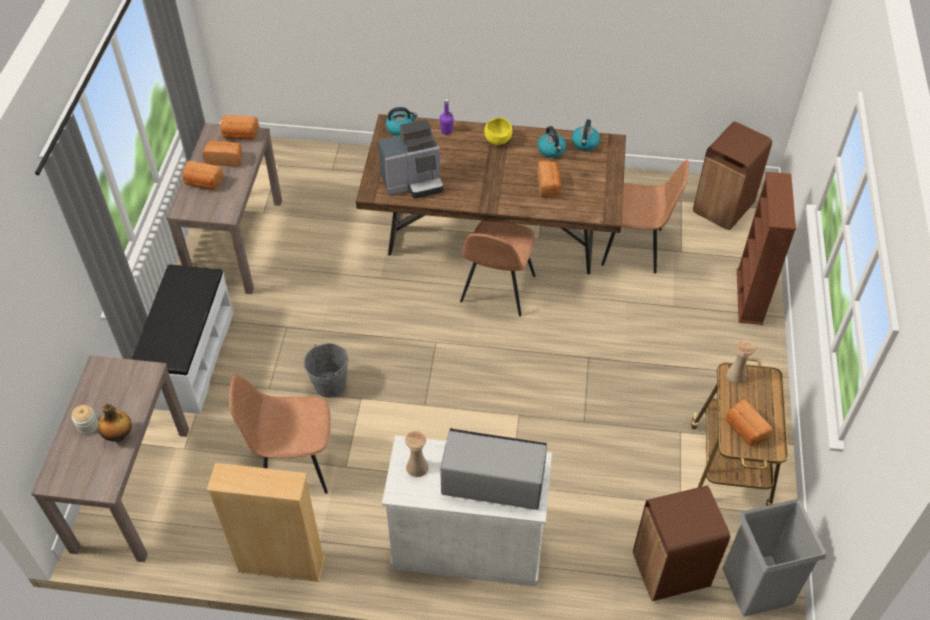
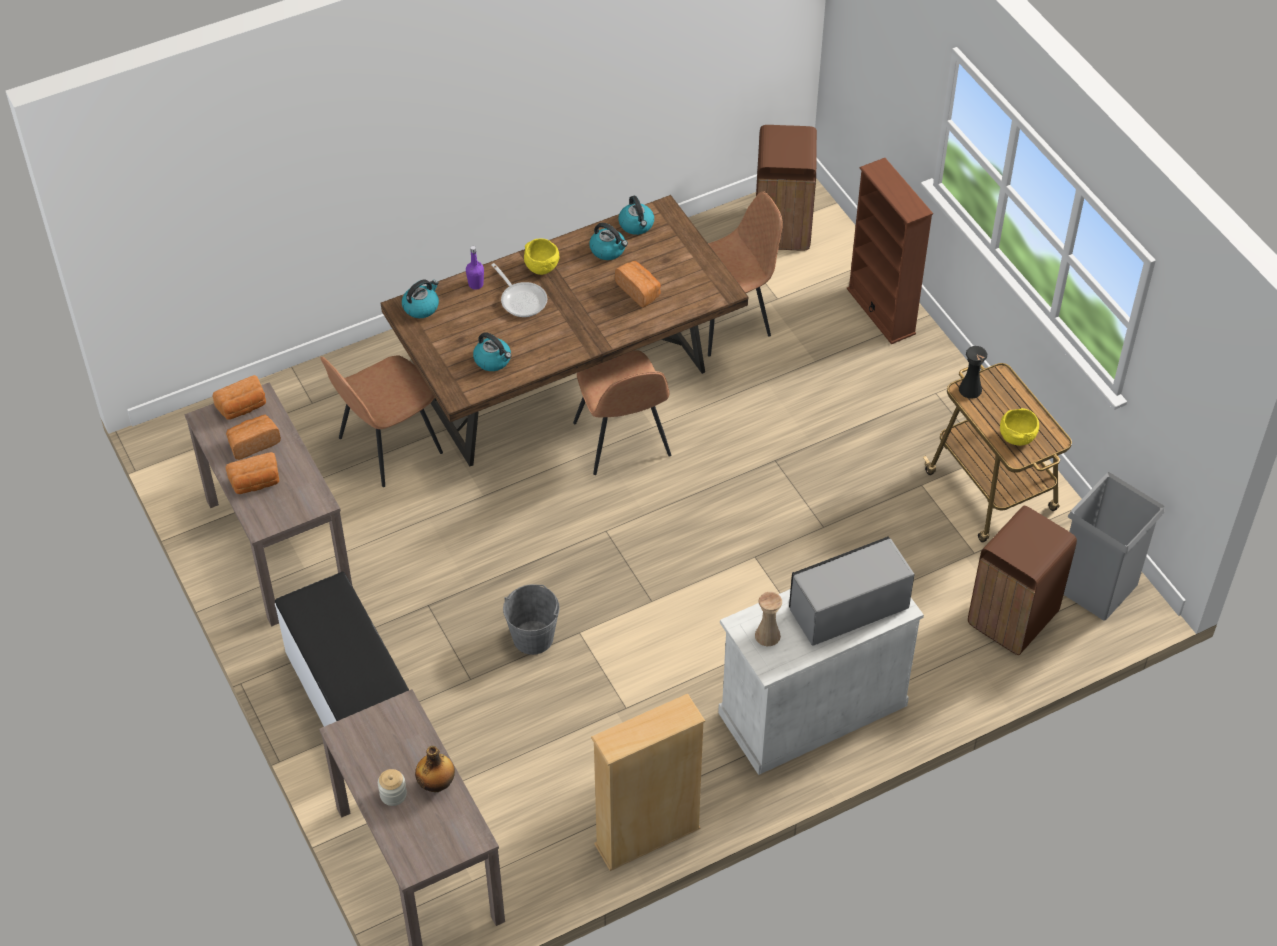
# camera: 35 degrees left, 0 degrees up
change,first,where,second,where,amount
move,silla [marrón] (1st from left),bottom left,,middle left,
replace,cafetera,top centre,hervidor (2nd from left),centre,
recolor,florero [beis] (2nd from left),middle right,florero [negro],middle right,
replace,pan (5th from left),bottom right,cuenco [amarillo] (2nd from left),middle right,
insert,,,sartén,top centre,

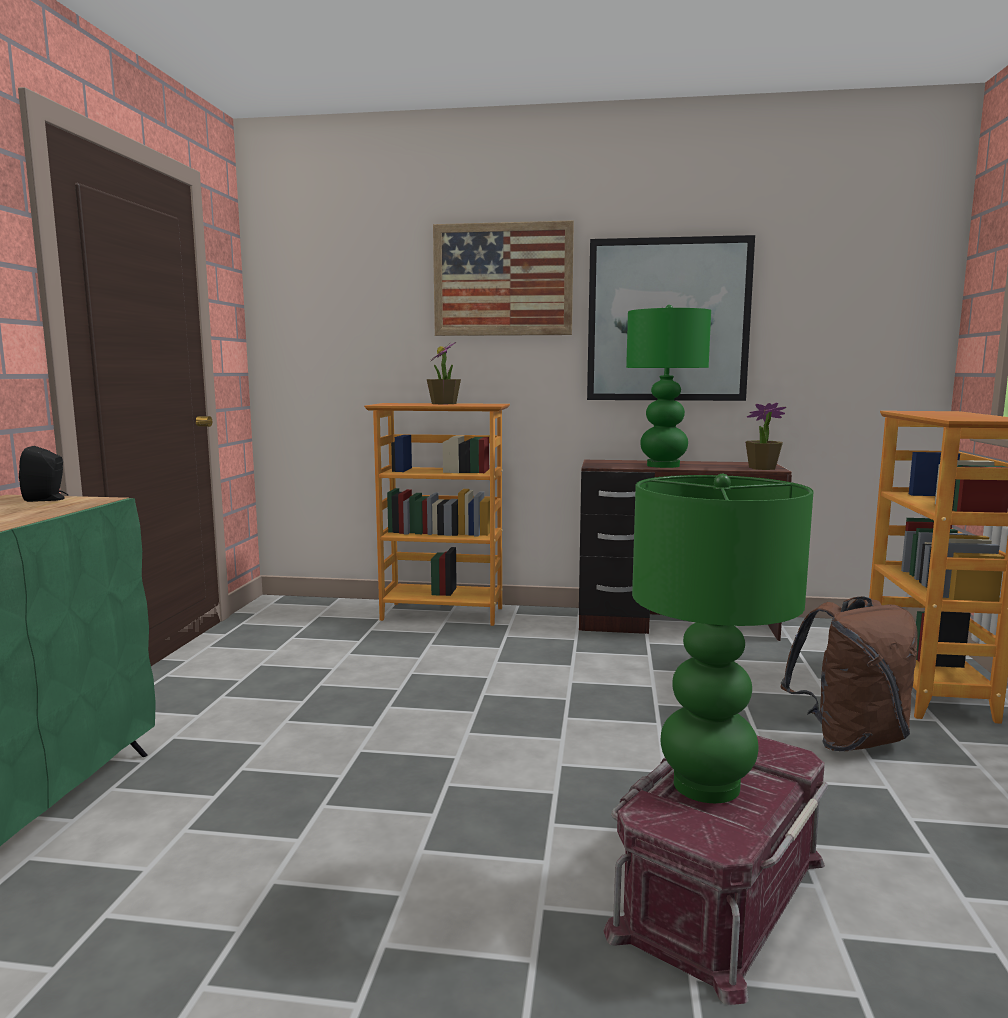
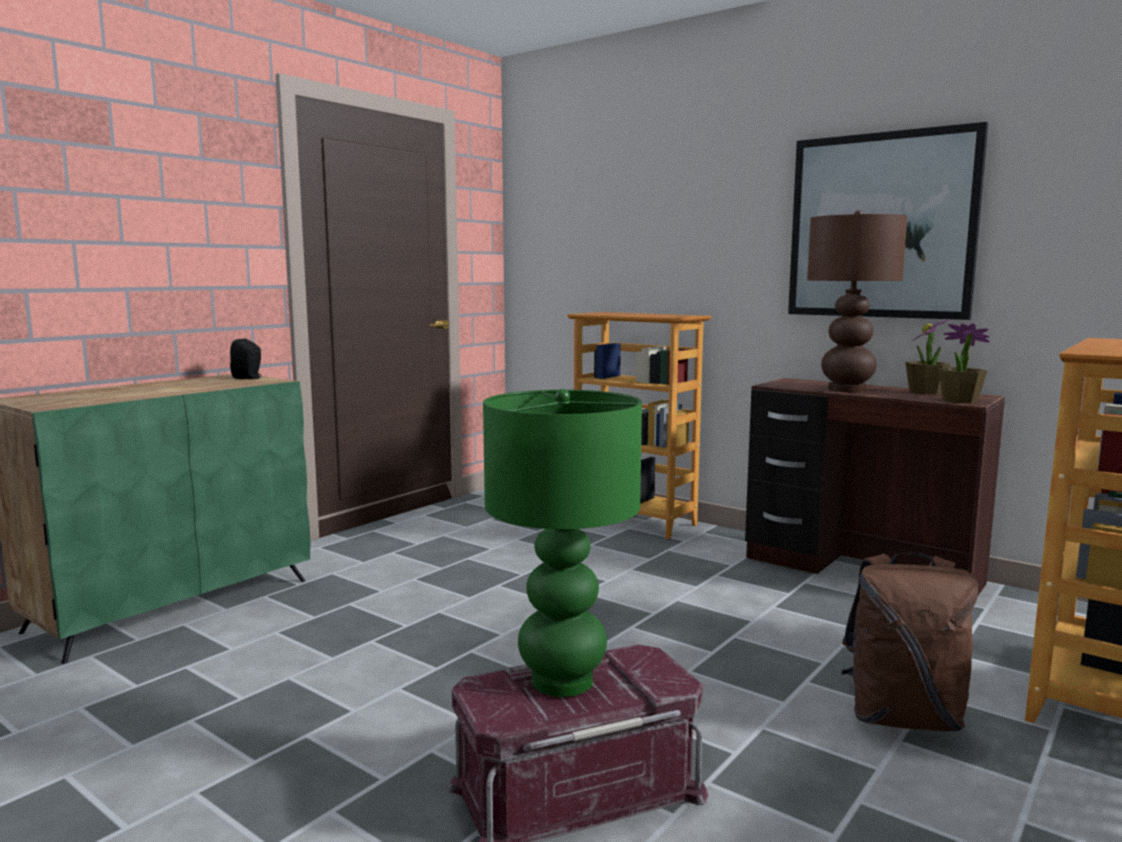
# camera: 30 degrees right, 0 degrees up
change,first,where,second,where,amount
move,planta en maceta (1st from left),centre,,middle right,
delete,cuadro (1st from left),top centre,,,
recolor,lámpara de mesa [verde] (1st from left),centre,lámpara de mesa [marrón],middle right,

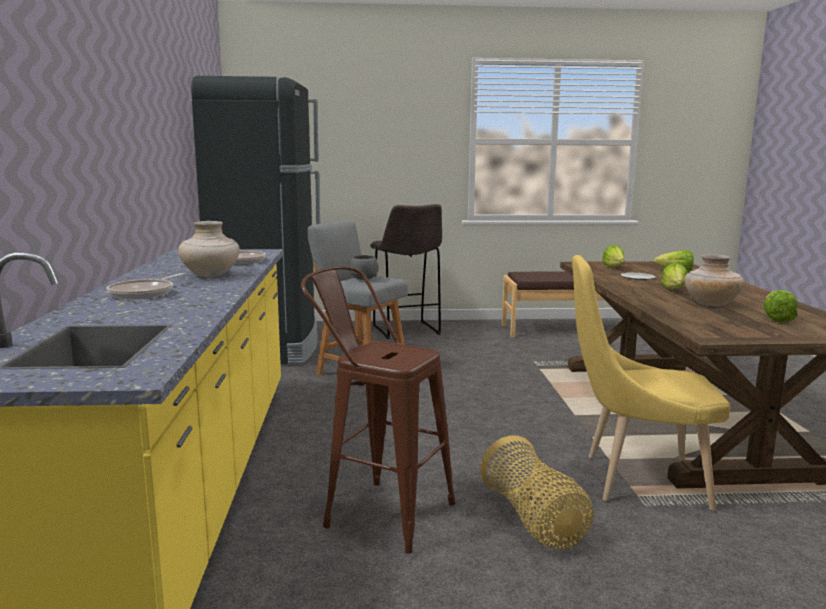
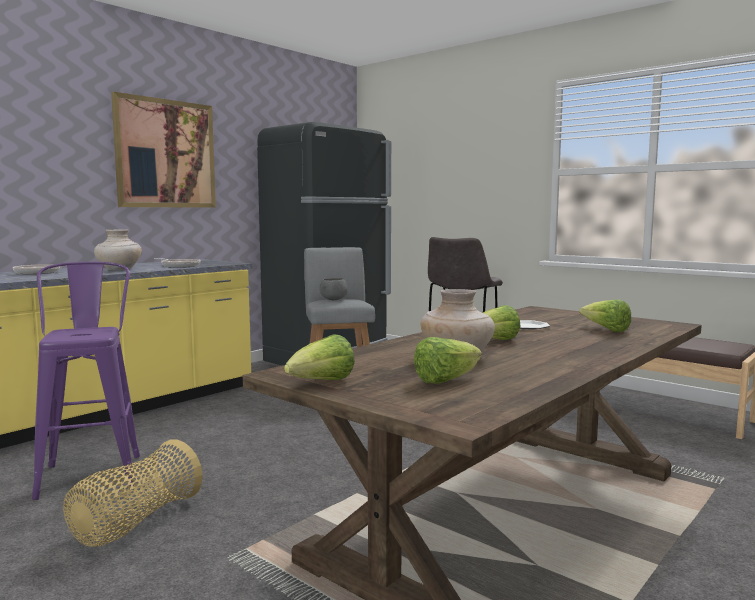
# camera: 45 degrees right, 5 degrees down
change,first,where,second,where,amount
recolor,taburete [marrón],bottom centre,taburete [morado],middle left,
delete,silla [amarillo],middle right,,,
move,lechuga (1st from left),middle right,,centre,
insert,,,cuadro,top left,

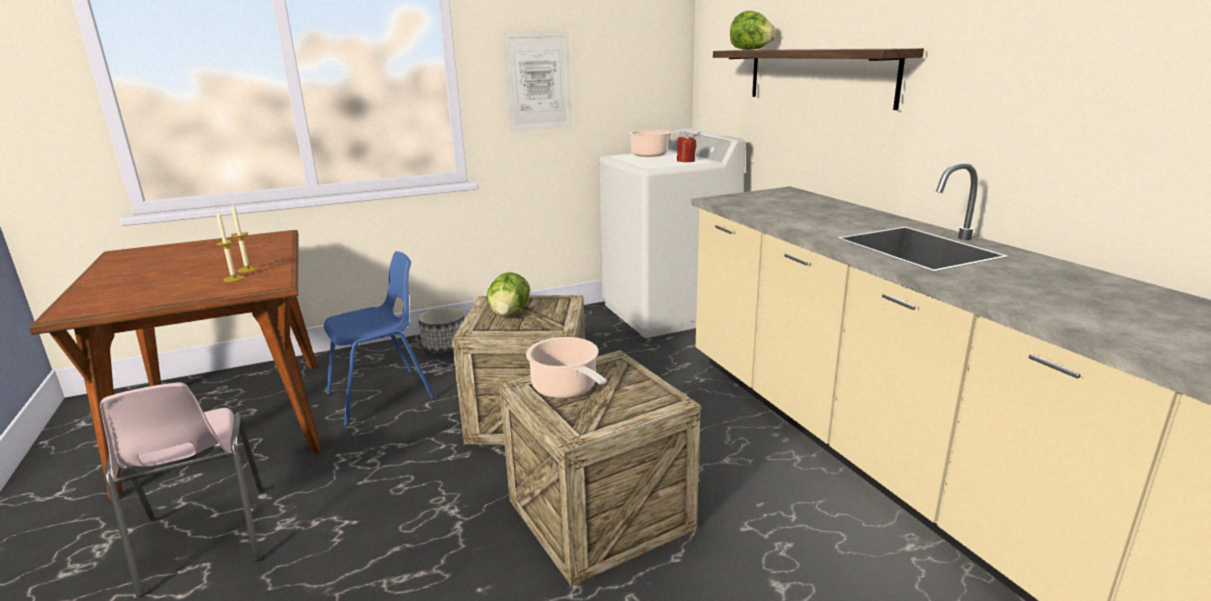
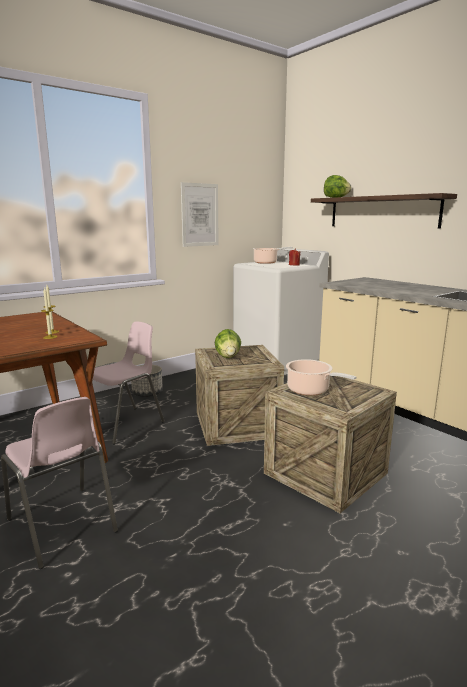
# camera: 15 degrees left, 5 degrees down
change,first,where,second,where,amount
recolor,silla [azul],middle left,silla [rosa] (2nd from left),middle left,

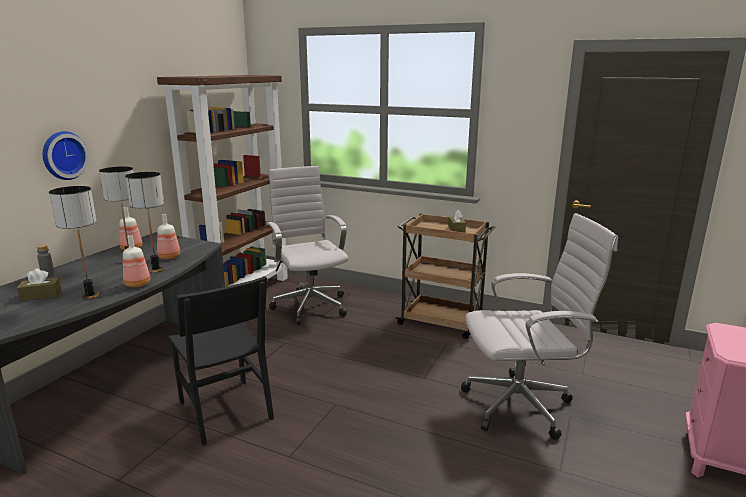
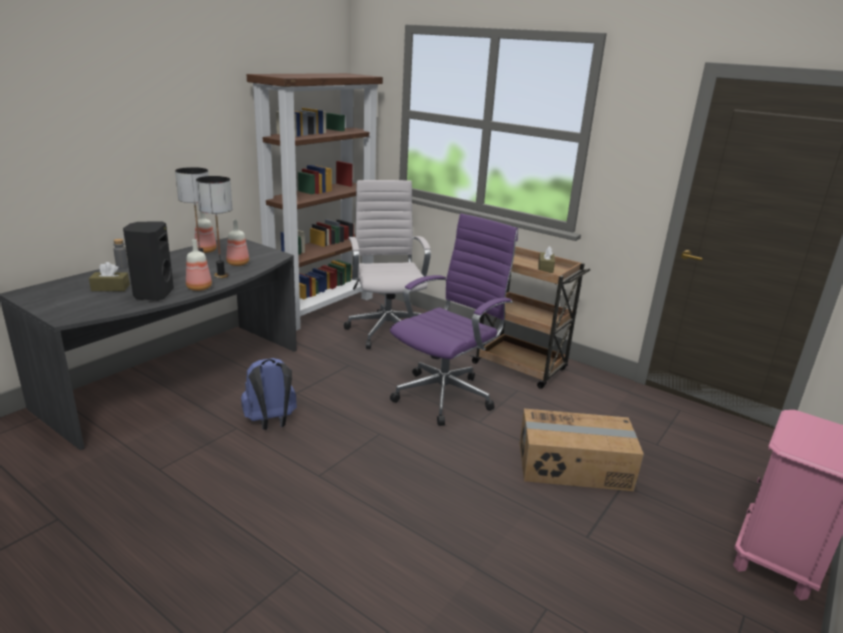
# camera: 10 degrees right, 5 degrees up
change,first,where,second,where,amount
delete,reloj de pared,top left,,,
replace,lámpara de mesa (1st from left),middle left,altavoz [negro],middle left,
replace,silla [negro],bottom left,mochila [azul],middle left,
replace,silla de oficina [blanco] (2nd from left),middle right,caja de cartón,bottom right,
insert,,,silla de oficina [morado],centre,

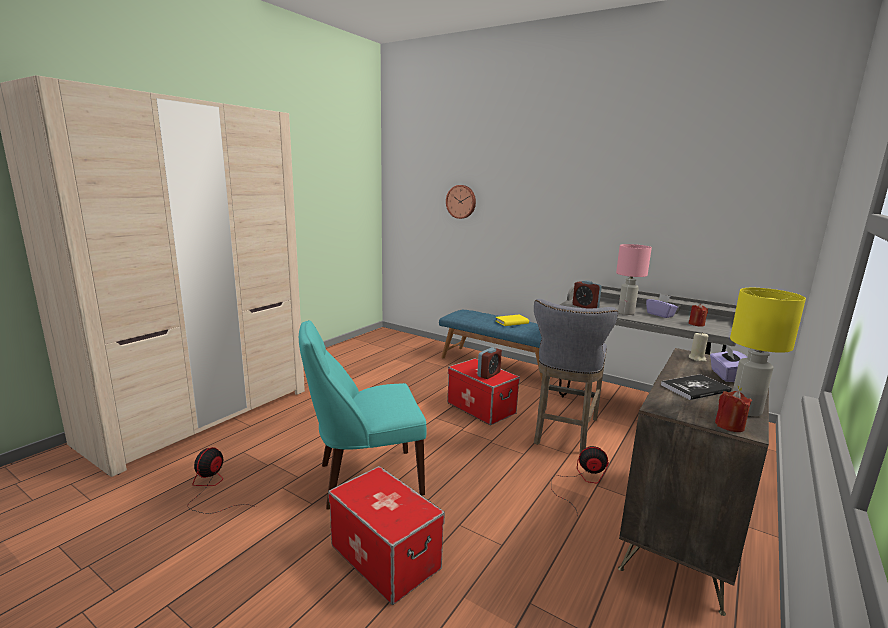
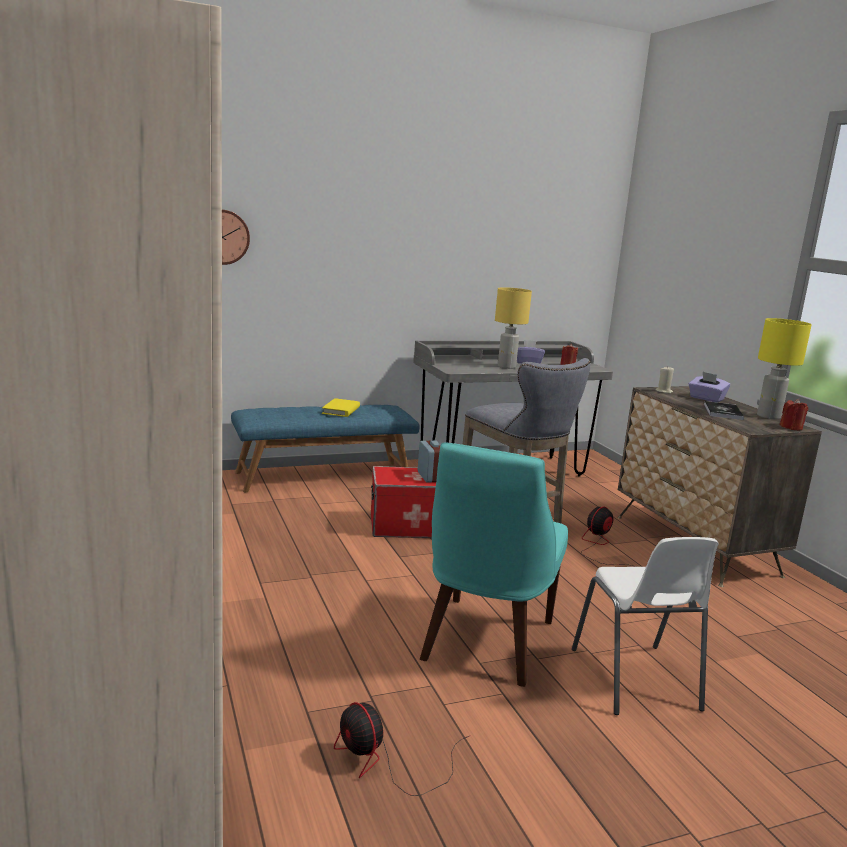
# camera: 55 degrees left, 0 degrees up
change,first,where,second,where,amount
replace,caja de almacenaje (1st from left),bottom centre,silla [blanco],bottom right,
delete,despertador (2nd from left),centre,,,
recolor,lámpara de mesa [rosa],middle right,lámpara de mesa [amarillo] (1st from left),centre,

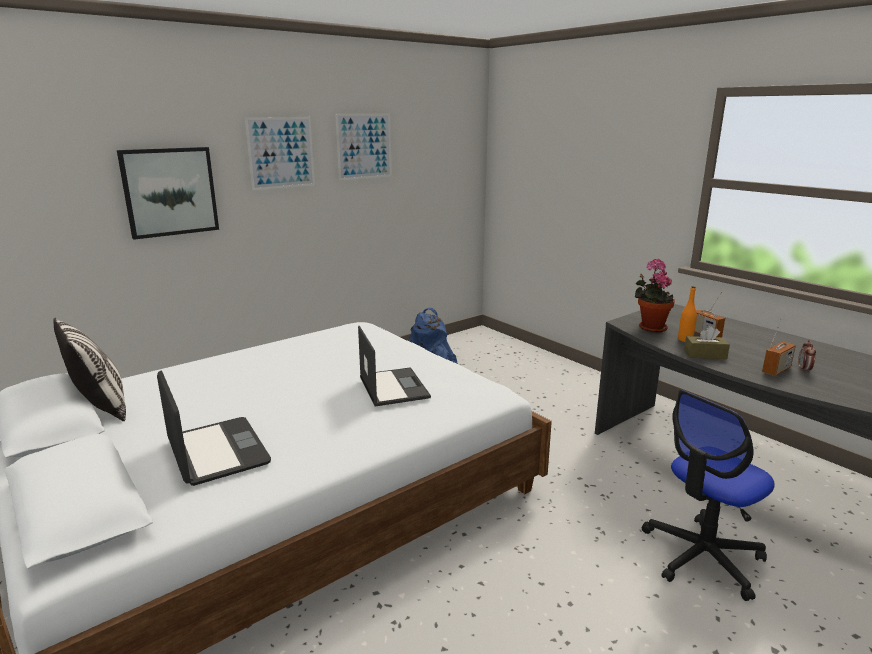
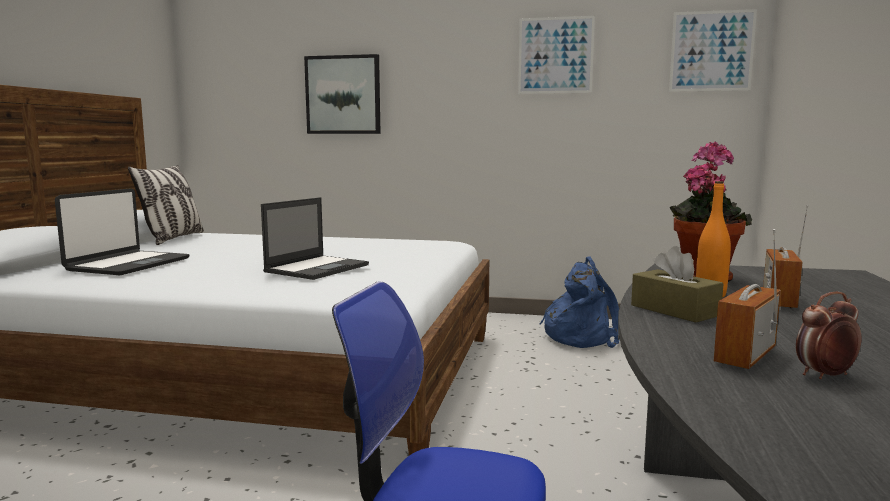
# camera: 50 degrees right, 10 degrees down
change,first,where,second,where,amount
move,cuadro (2nd from left in the first image),top left,cuadro (3rd from left),top right,
rotate,radio (2nd from left in the first image),middle right,radio (1st from left),middle right,120 degrees clockwise

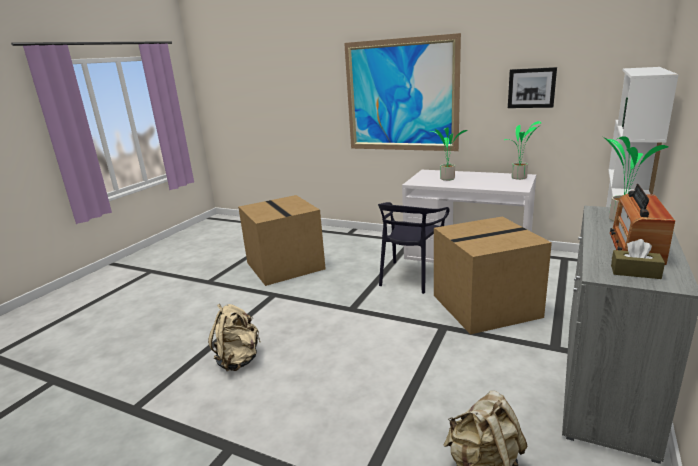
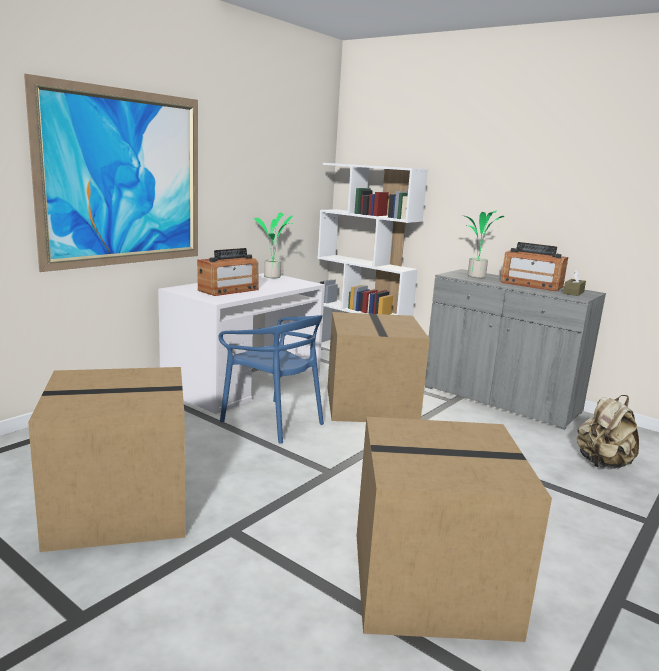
# camera: 80 degrees left, 5 degrees down
change,first,where,second,where,amount
replace,mochila [beis] (1st from left),bottom centre,caja de cartón (3rd from left),bottom right,
recolor,silla [negro],centre,silla [azul],centre,
replace,planta en maceta (1st from left),top centre,radio (1st from left),centre,
delete,cuadro (2nd from left),top right,,,

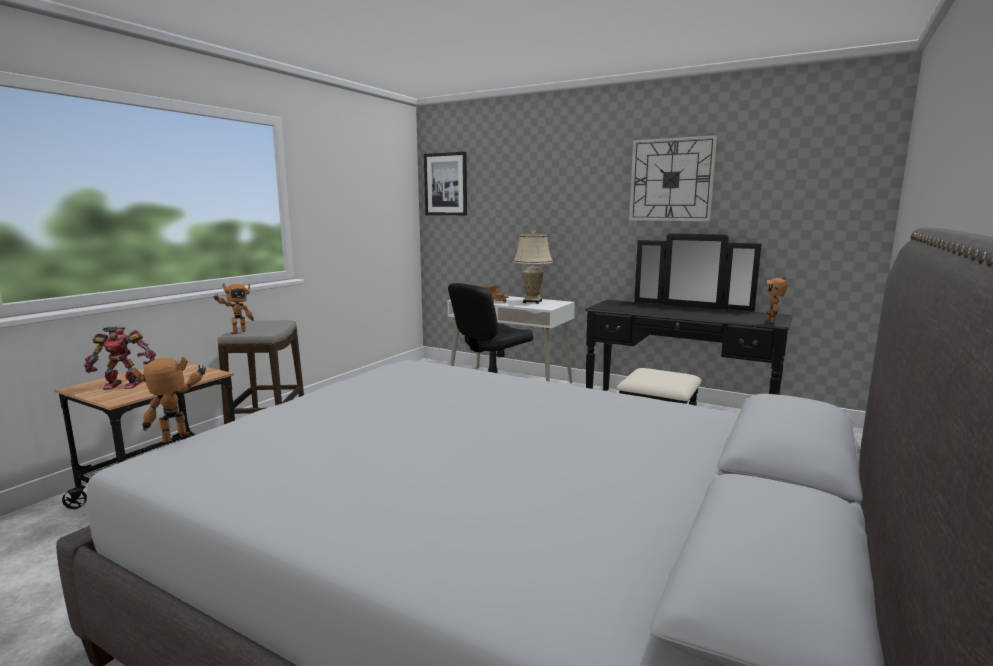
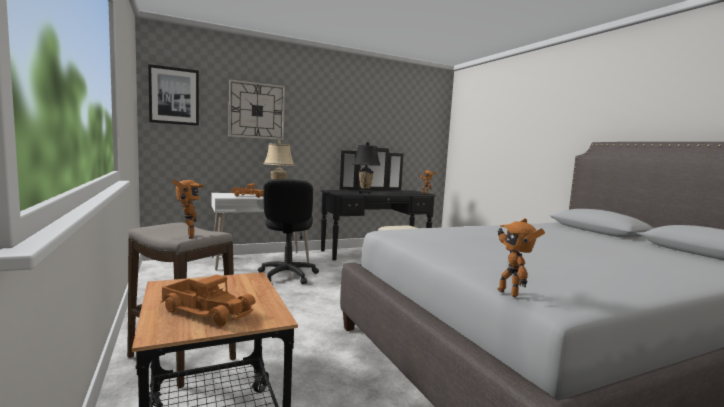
# camera: 55 degrees left, 5 degrees down
change,first,where,second,where,amount
replace,robot de juguete (1st from left),middle left,camión de juguete (1st from left),bottom left,
move,reloj de pared,top right,,top centre,
insert,,,lámpara de mesa [negro],centre,

